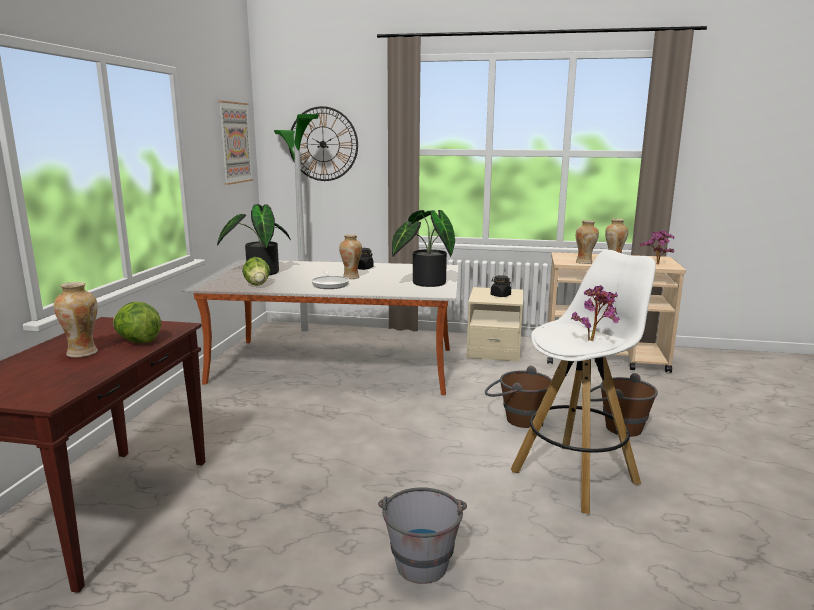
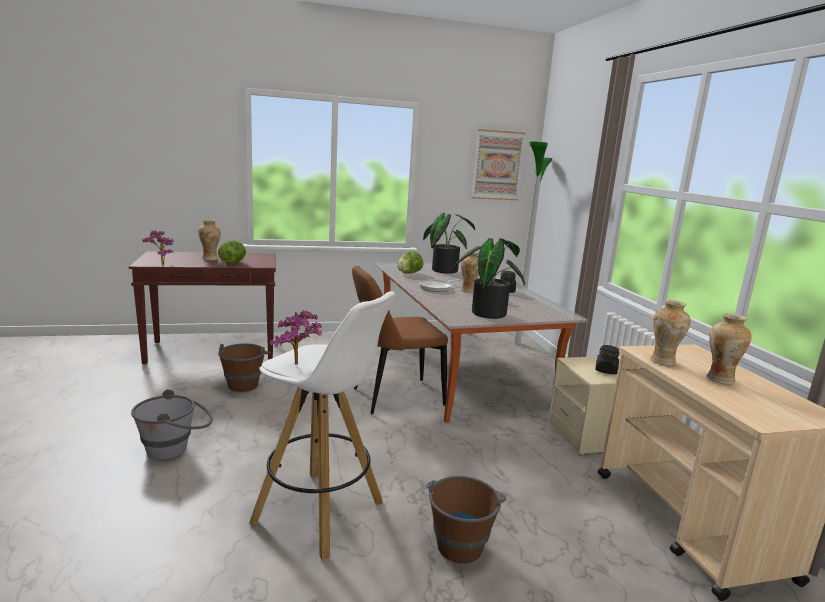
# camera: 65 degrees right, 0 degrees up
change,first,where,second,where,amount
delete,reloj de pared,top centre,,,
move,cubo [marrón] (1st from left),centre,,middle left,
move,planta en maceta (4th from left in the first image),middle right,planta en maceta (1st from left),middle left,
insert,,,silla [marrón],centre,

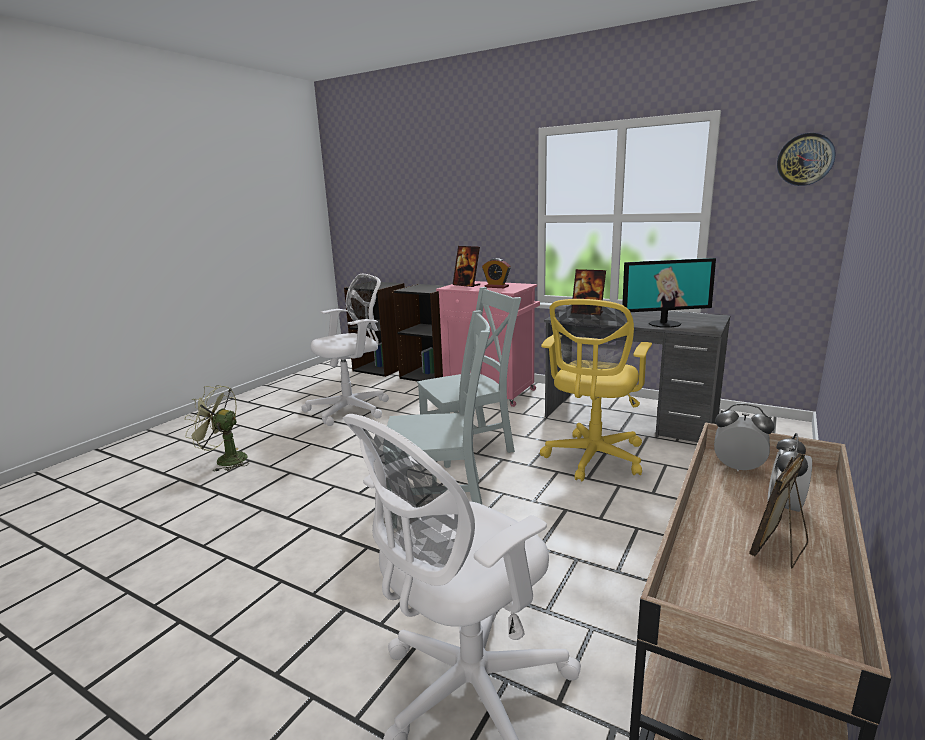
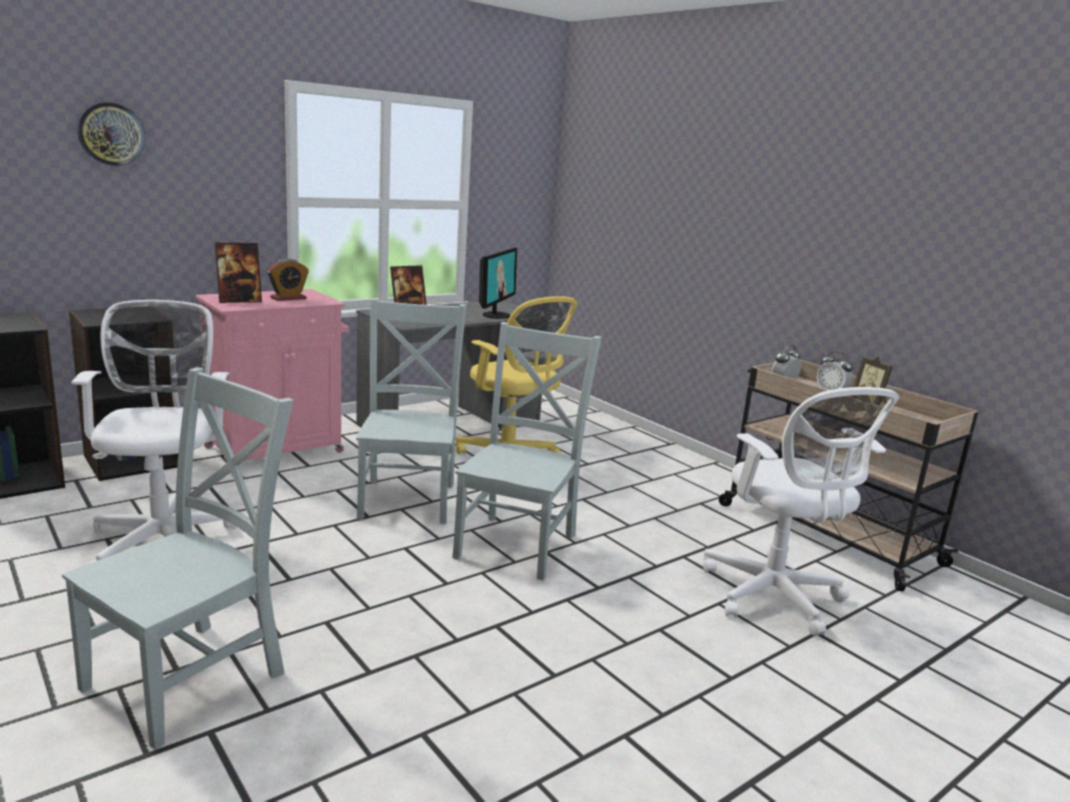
# camera: 70 degrees left, 0 degrees up
change,first,where,second,where,amount
replace,ventilador [verde],middle left,silla [gris] (1st from left),bottom left,
move,reloj de pared,top right,,top left,

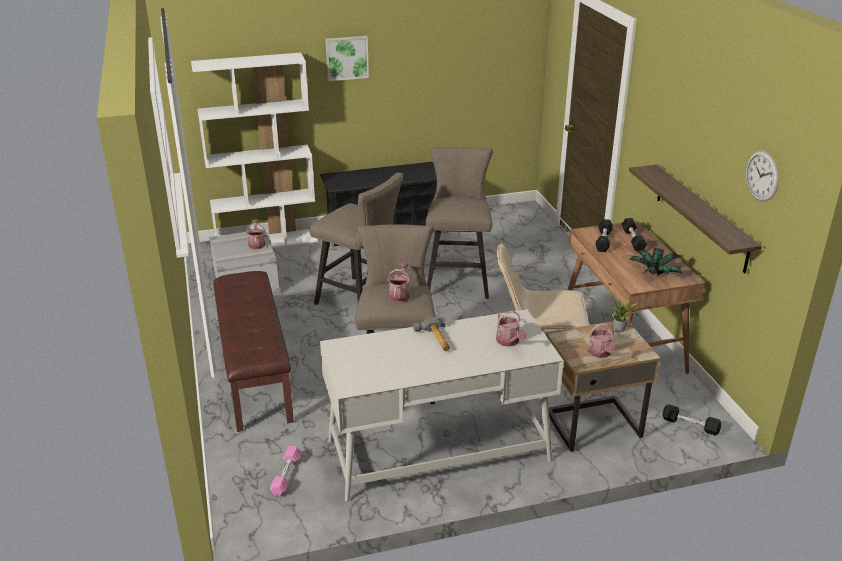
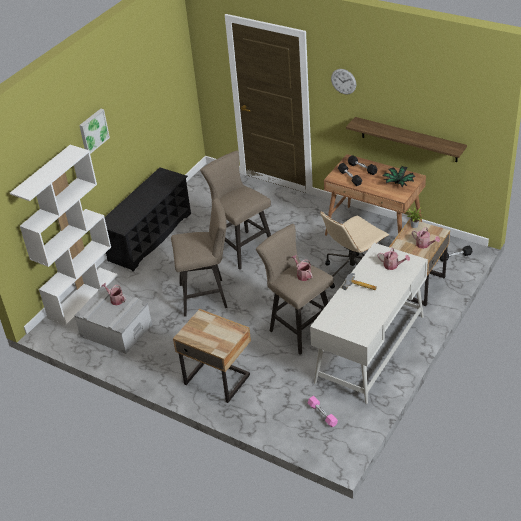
# camera: 40 degrees left, 10 degrees up
change,first,where,second,where,amount
replace,banco [marrón],middle left,mesita de noche [beis] (1st from left),bottom centre,
move,reloj de pared,top right,,top centre,

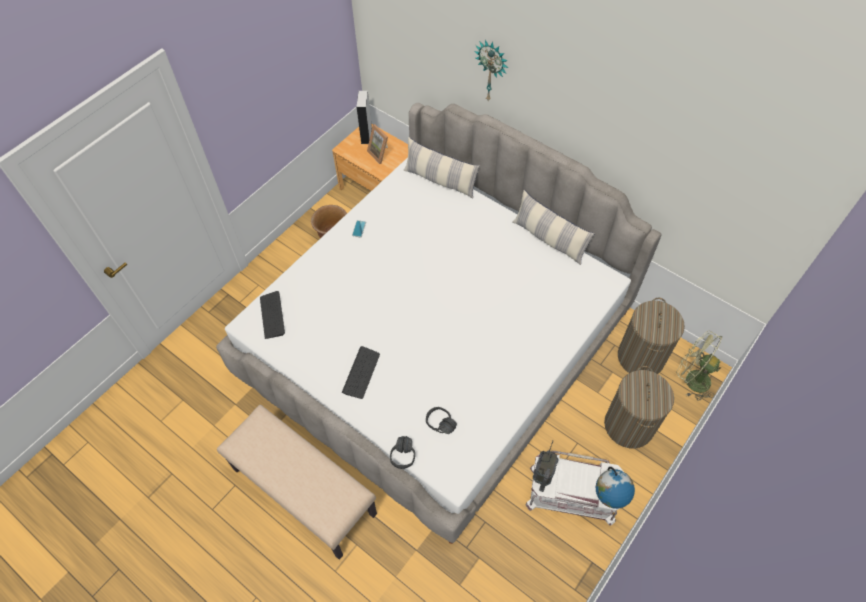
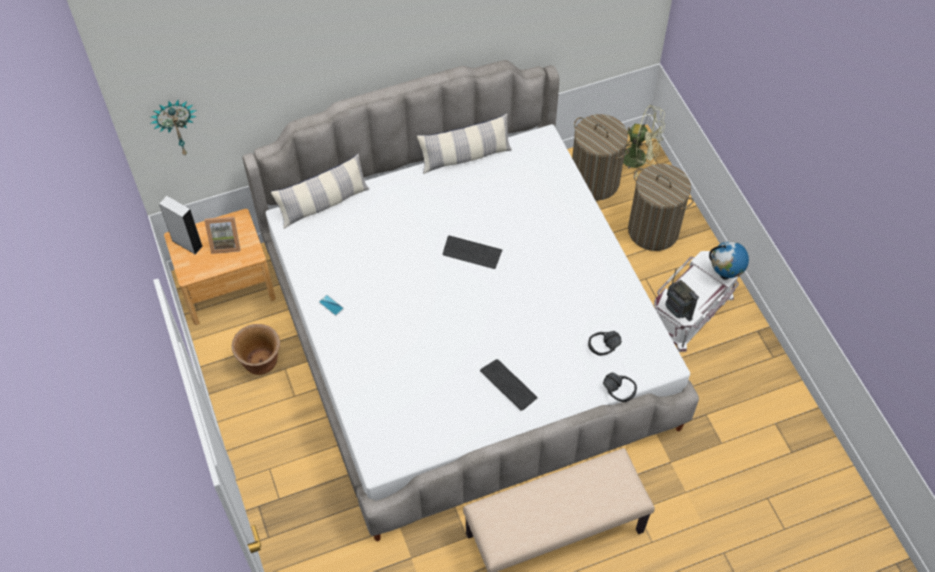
# camera: 60 degrees left, 0 degrees up
change,first,where,second,where,amount
move,teclado (1st from left),middle left,,centre,
move,reloj de pared,top centre,,top left,
rotate,ventilador [verde],middle right,,top right,135 degrees counterclockwise

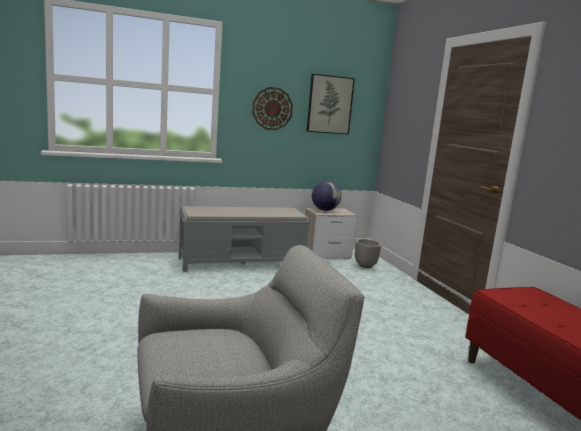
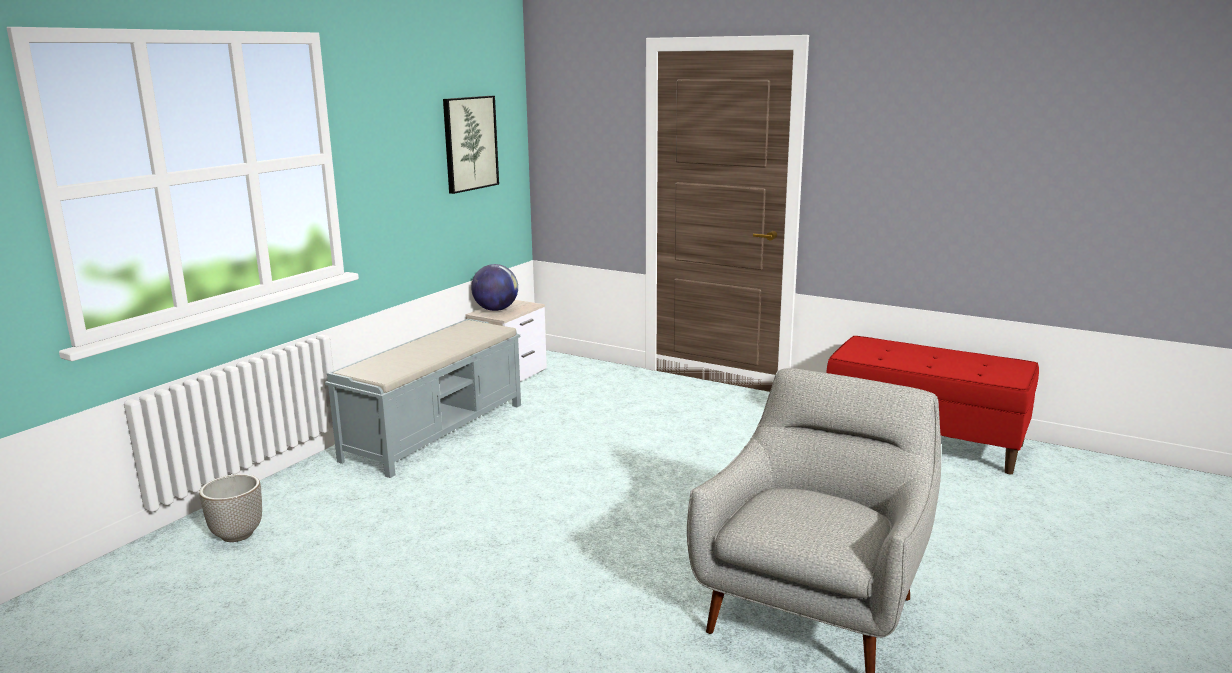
# camera: 40 degrees left, 5 degrees up
change,first,where,second,where,amount
delete,reloj de pared,top centre,,,
move,maceta,centre,,bottom left,

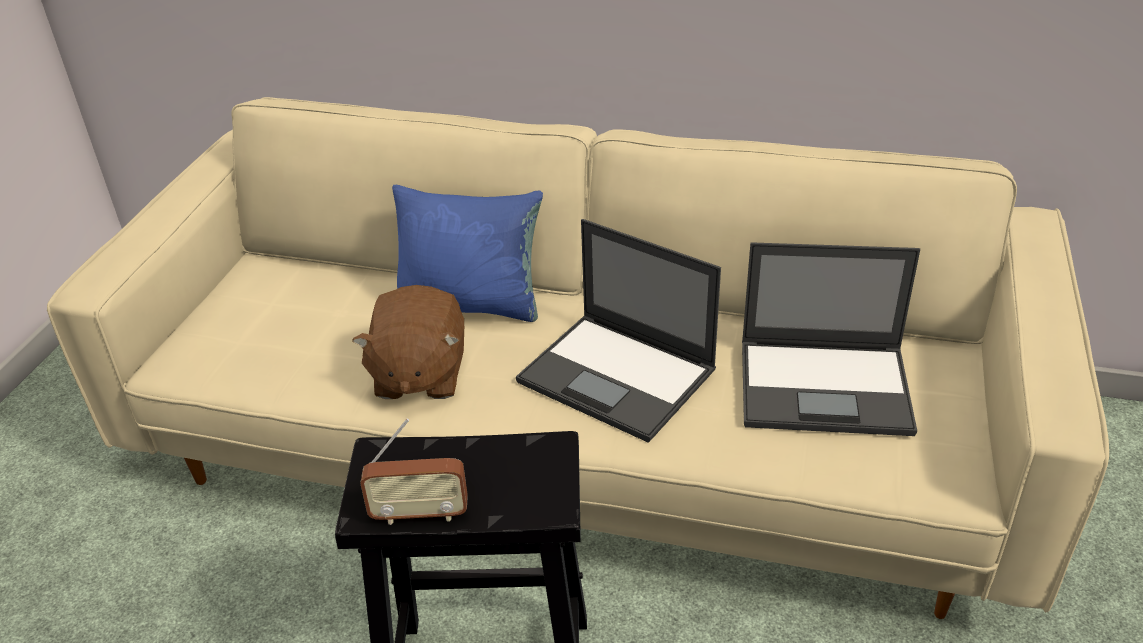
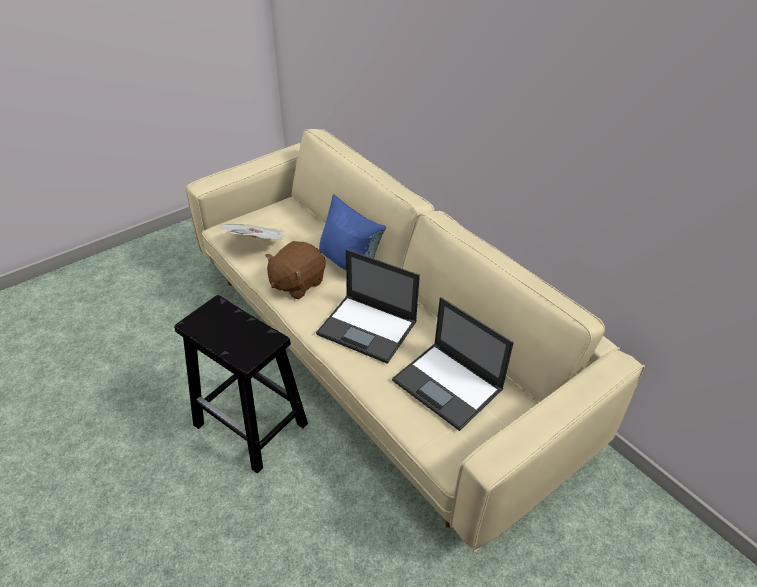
# camera: 35 degrees right, 5 degrees up
change,first,where,second,where,amount
delete,radio,bottom centre,,,
rotate,portátil (1st from left),centre,,centre,45 degrees counterclockwise
insert,,,periódico,middle left,

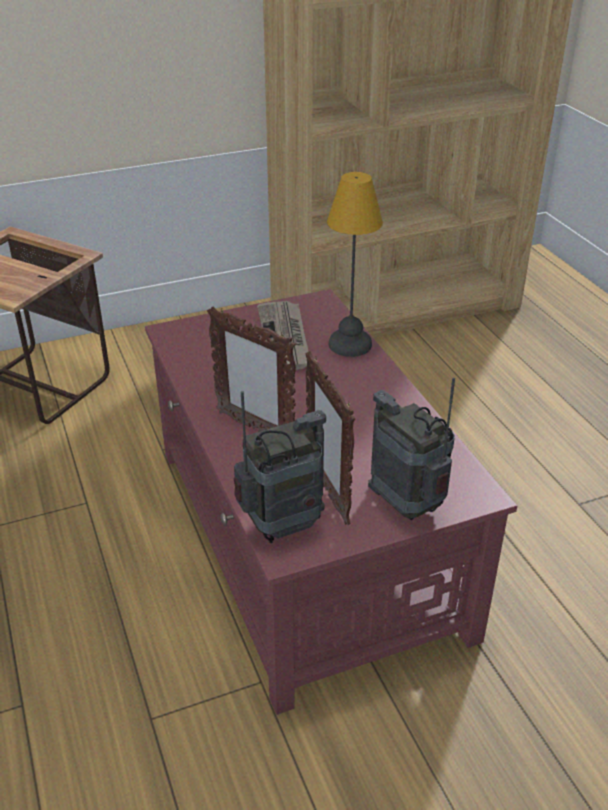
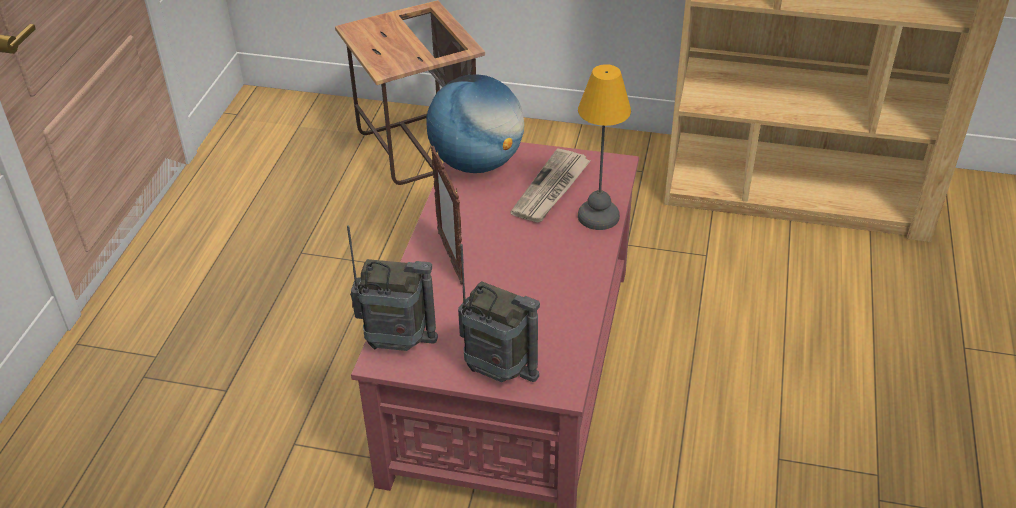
# camera: 35 degrees right, 5 degrees up
change,first,where,second,where,amount
delete,portarretratos (2nd from left),centre,,,
rotate,radio (2nd from left),middle right,,centre,120 degrees clockwise
insert,,,globo terráqueo,top centre,

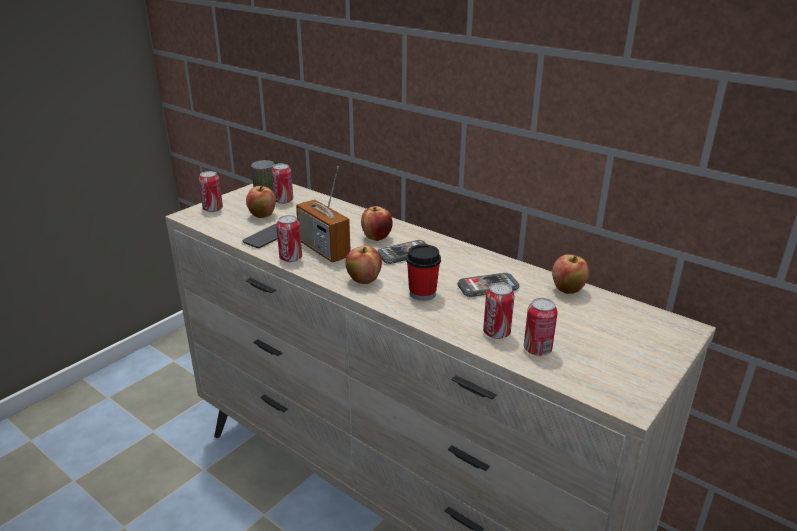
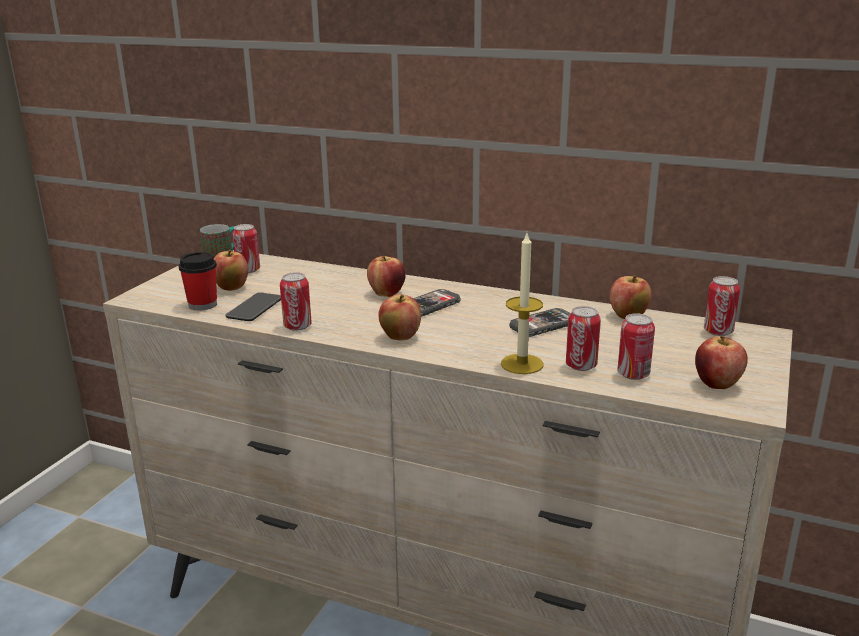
# camera: 15 degrees left, 5 degrees down
change,first,where,second,where,amount
move,lata (1st from left in the first image),middle left,lata (5th from left),middle right,
delete,radio,centre,,,
move,taza,centre,,middle left,
insert,,,vela,centre,
insert,,,manzana (5th from left),middle right,

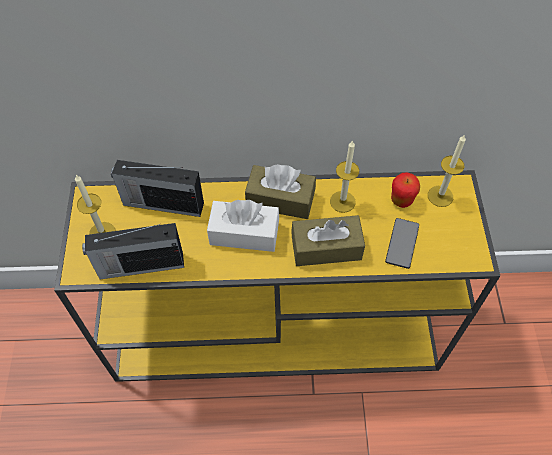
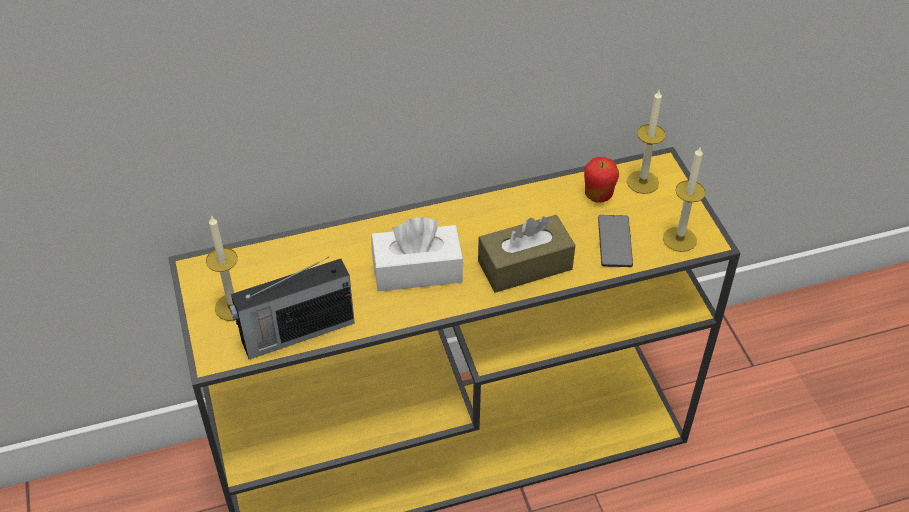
# camera: 15 degrees left, 10 degrees down
change,first,where,second,where,amount
delete,radio (2nd from left),middle left,,,
delete,caja de pañuelos [marrón] (1st from left),centre,,,
move,vela (2nd from left in the first image),centre,vela (3rd from left),middle right,

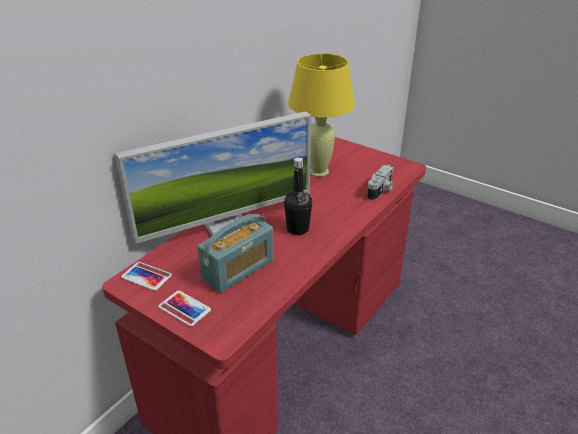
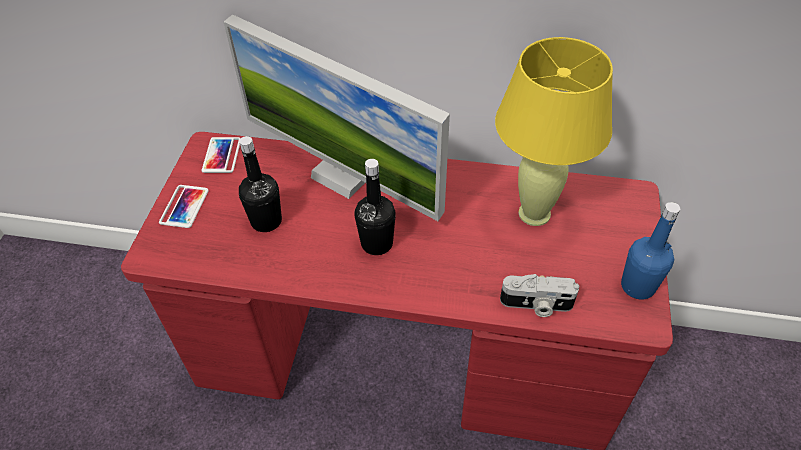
# camera: 65 degrees right, 15 degrees up
change,first,where,second,where,amount
replace,radio,centre,botella [negro] (1st from left),middle left,
insert,,,botella [azul],middle right,

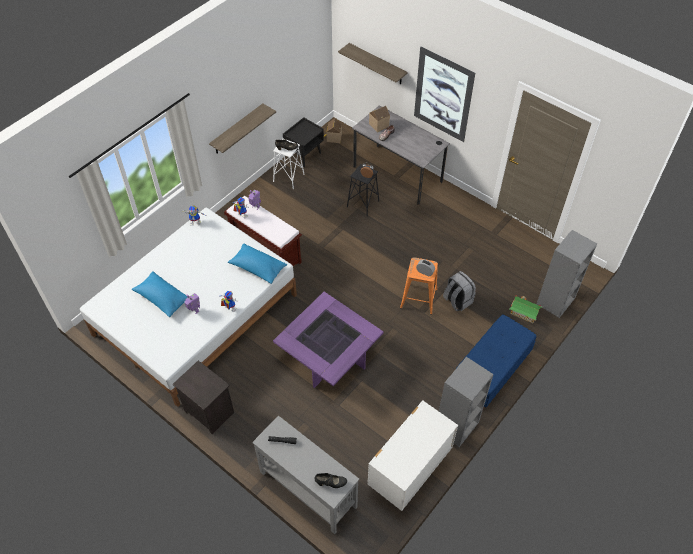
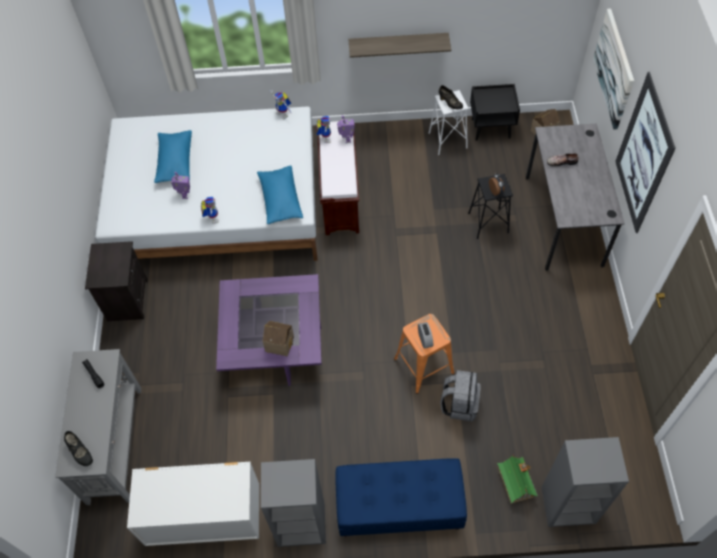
# camera: 50 degrees right, 5 degrees up
change,first,where,second,where,amount
replace,estante (2nd from left),top centre,cuadro (1st from left),top right,
move,casita (2nd from left in the first image),top centre,casita (1st from left),centre,

